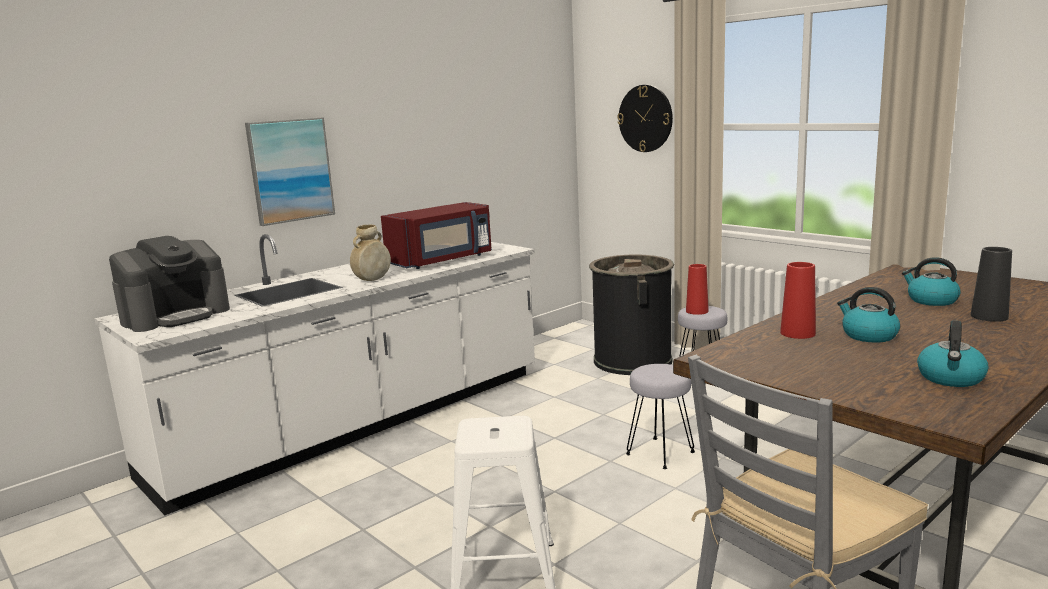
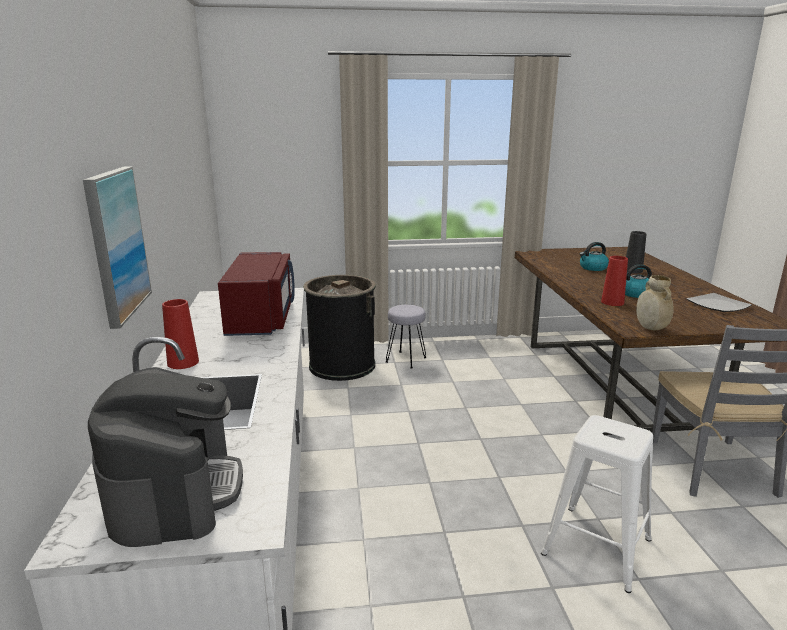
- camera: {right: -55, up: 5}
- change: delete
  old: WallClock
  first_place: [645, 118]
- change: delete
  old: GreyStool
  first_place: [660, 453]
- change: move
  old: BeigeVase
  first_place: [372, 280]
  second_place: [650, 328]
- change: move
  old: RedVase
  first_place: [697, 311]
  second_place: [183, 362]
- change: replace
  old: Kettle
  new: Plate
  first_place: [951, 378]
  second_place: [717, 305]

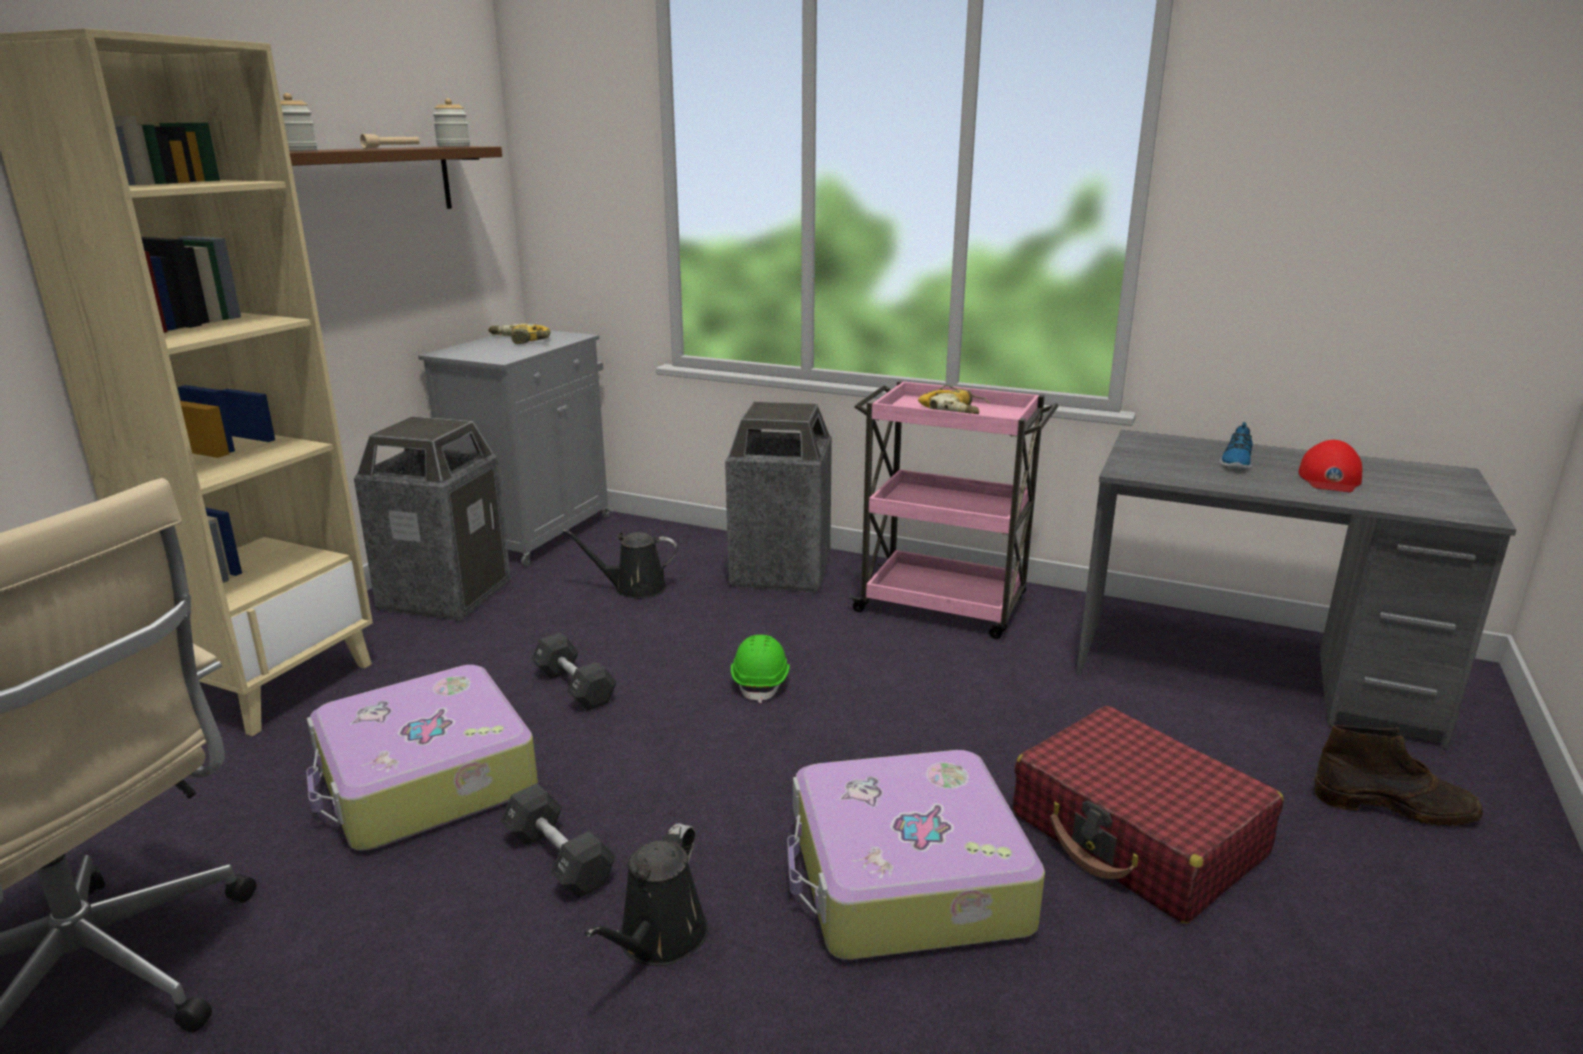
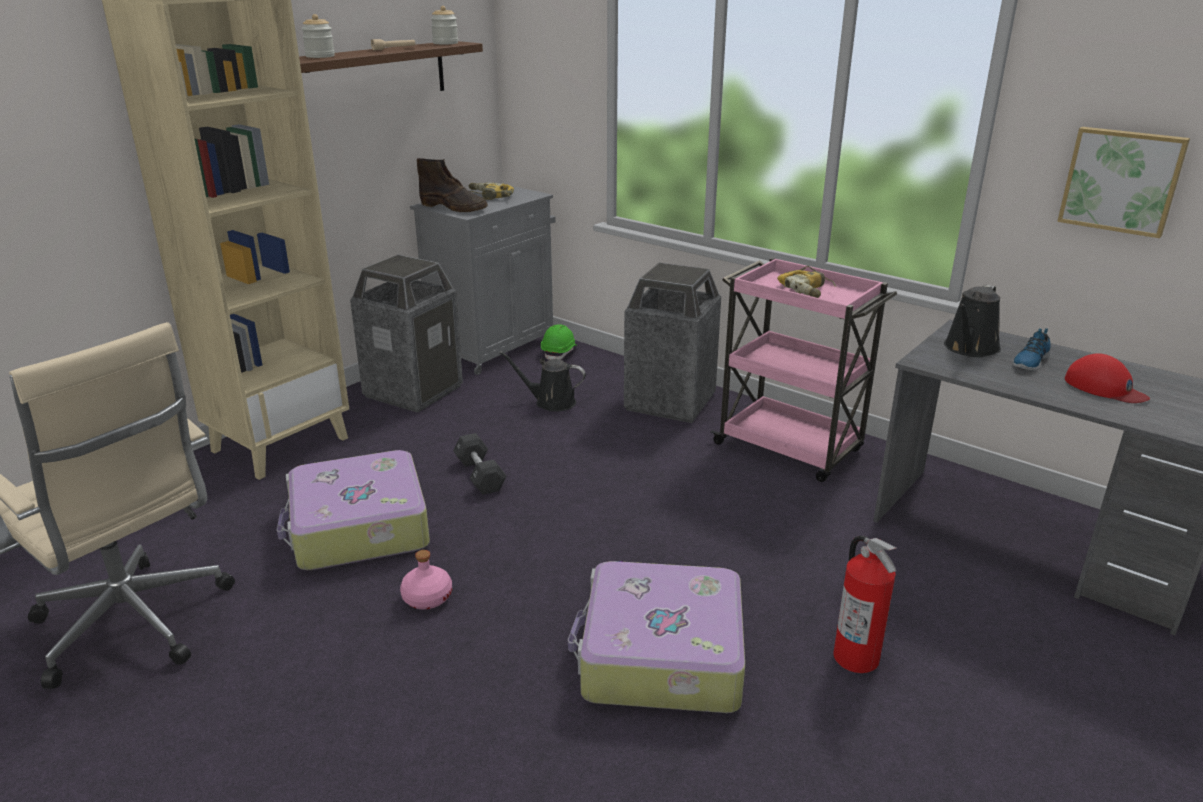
- camera: {right: 15, up: 5}
- change: insert
  new: Picture
  second_place: [1121, 180]
- change: move
  old: BlackWateringCan
  first_place: [658, 940]
  second_place: [970, 348]
- change: move
  old: GreenHardHat
  first_place: [761, 682]
  second_place: [559, 352]
- change: move
  old: BrownBoot
  first_place: [1395, 806]
  second_place: [454, 207]
- change: replace
  old: BlackDumbbell
  new: PinkBottle
  first_place: [559, 858]
  second_place: [426, 597]
- change: replace
  old: RedSuitcase
  new: FireExtinguisher
  first_place: [1137, 835]
  second_place: [856, 657]
- change: rotate
  old: RedCap
  first_place: [1329, 479]
  second_place: [1104, 388]
  degrees: -75

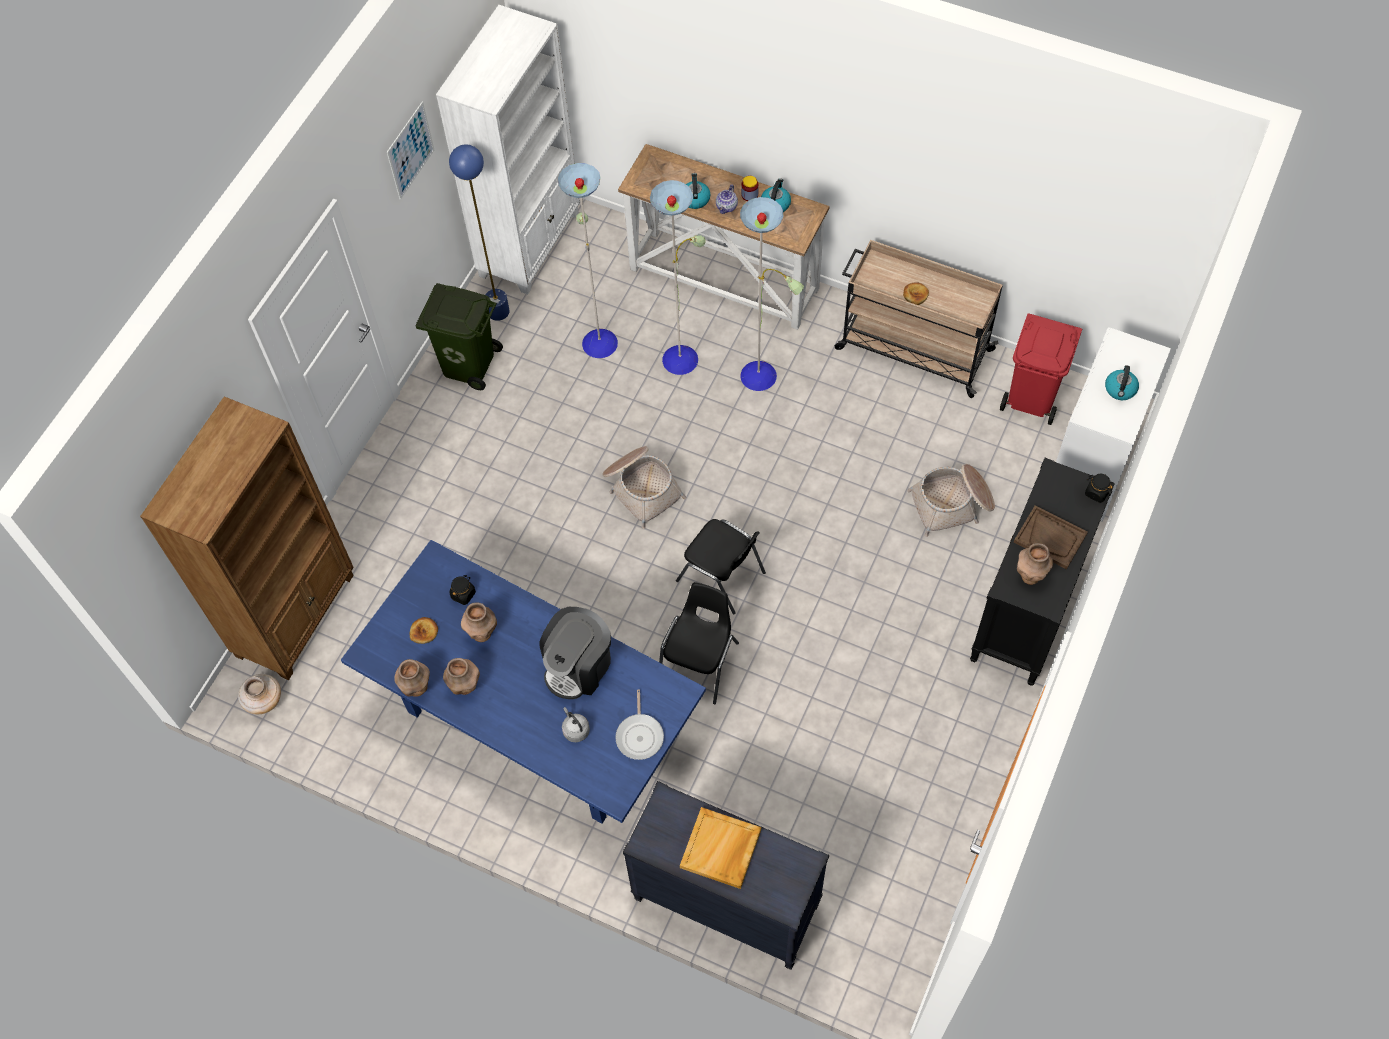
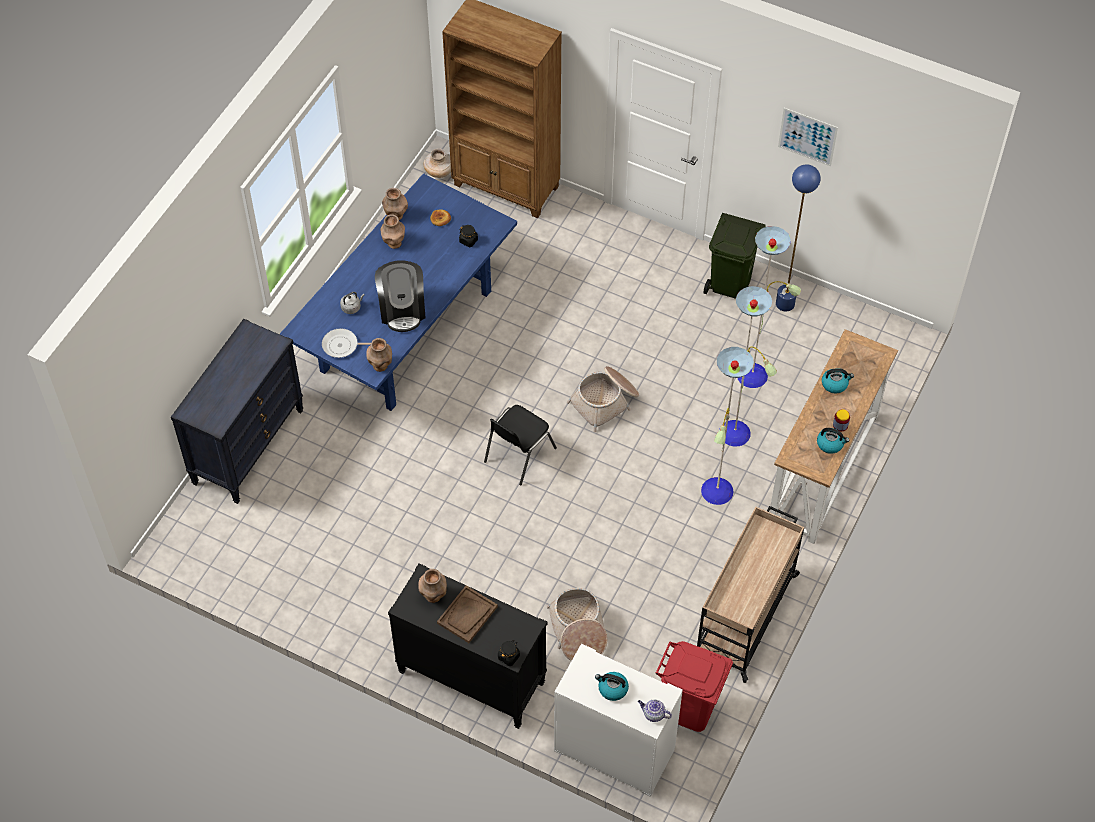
- camera: {right: 90, up: -5}
- change: delete
  old: WhiteBookcase
  first_place: [530, 244]
- change: delete
  old: BlackChair
  first_place: [700, 662]
- change: delete
  old: BeigeTray
  first_place: [721, 849]
- change: delete
  old: Bread
  first_place: [915, 294]
- change: move
  old: BrownVase
  first_place: [482, 633]
  second_place: [380, 366]
- change: move
  old: Teapot
  first_place: [726, 207]
  second_place: [653, 714]
- change: rotate
  old: CoffeeMachine
  first_place: [578, 666]
  second_place: [402, 309]
  degrees: -135

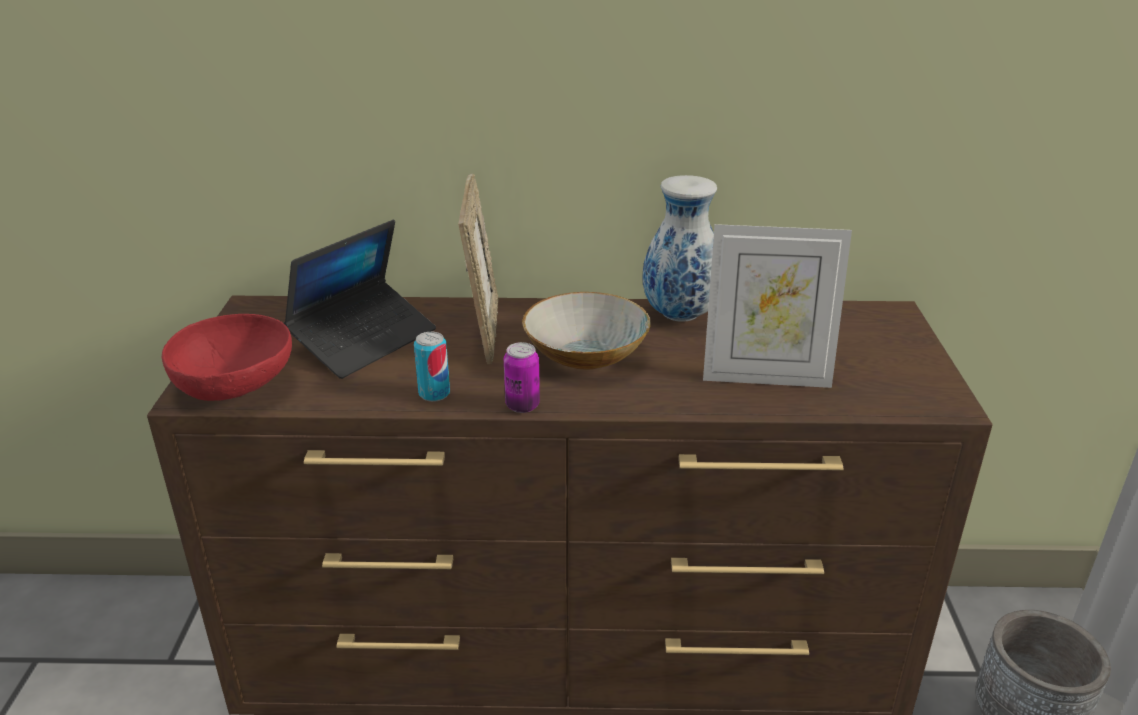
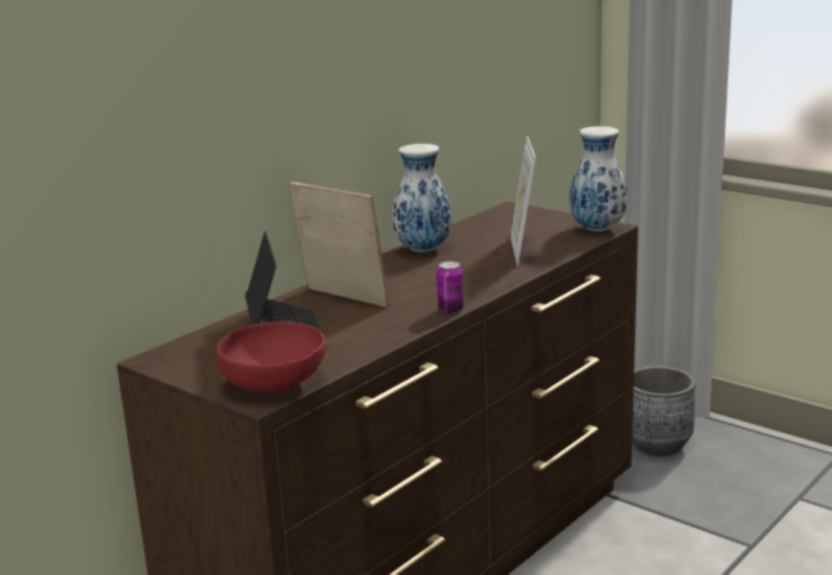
- camera: {right: -50, up: -10}
- change: delete
  old: Can
  first_place: [434, 394]
- change: delete
  old: Bowl
  first_place: [585, 356]
- change: insert
  new: Vase
  second_place: [599, 229]
- change: rotate
  old: PictureFrame
  first_place: [765, 377]
  second_place: [523, 251]
  degrees: 135

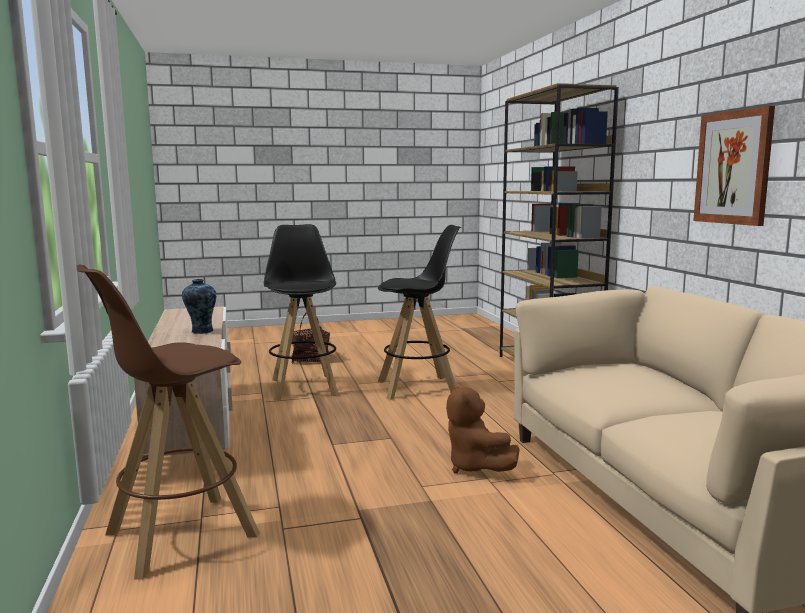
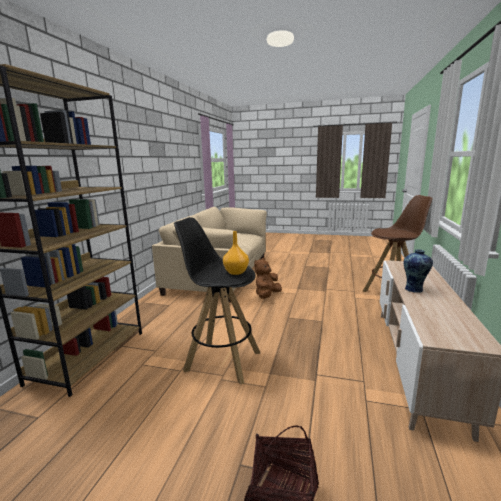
- camera: {right: -150, up: 5}
- change: delete
  old: BlackStool
  first_place: [304, 387]
- change: delete
  old: Picture
  first_place: [733, 168]
- change: insert
  new: OrangeVase
  second_place: [236, 272]
- change: rotate
  old: BrownPlushToy
  first_place: [475, 467]
  second_place: [267, 295]
  degrees: -150

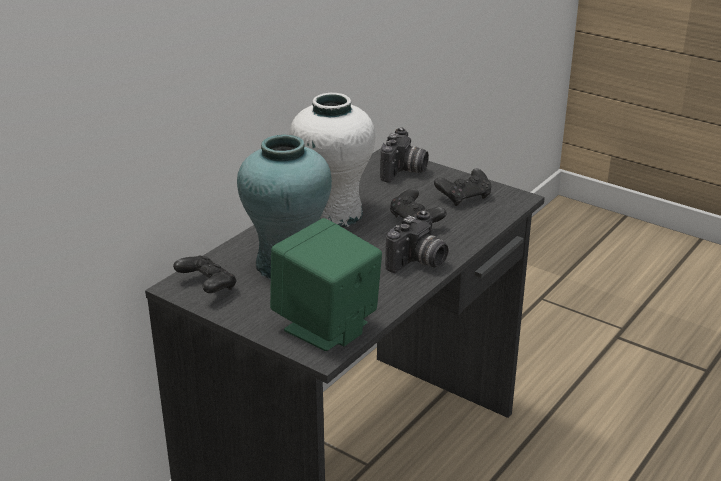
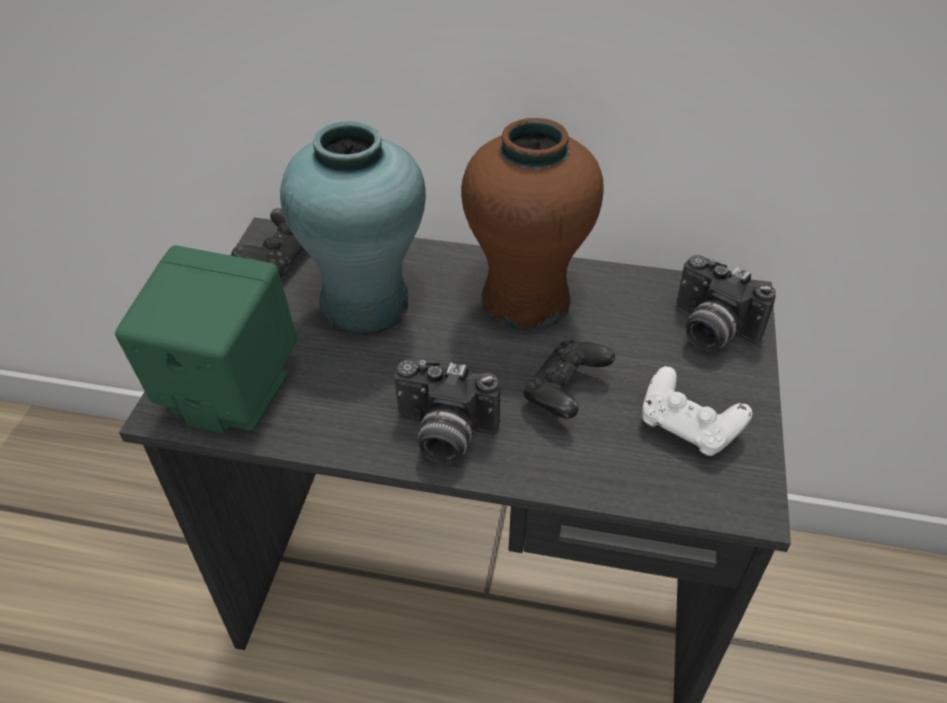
- camera: {right: 65, up: 15}
- change: recolor
  old: WhiteVase
  new: BrownVase
  first_place: [334, 214]
  second_place: [524, 300]
- change: recolor
  old: BlackGameController
  new: WhiteGameController
  first_place: [464, 197]
  second_place: [688, 427]
- change: rotate
  old: PhotoCamera
  first_place: [404, 172]
  second_place: [709, 330]
  degrees: 45

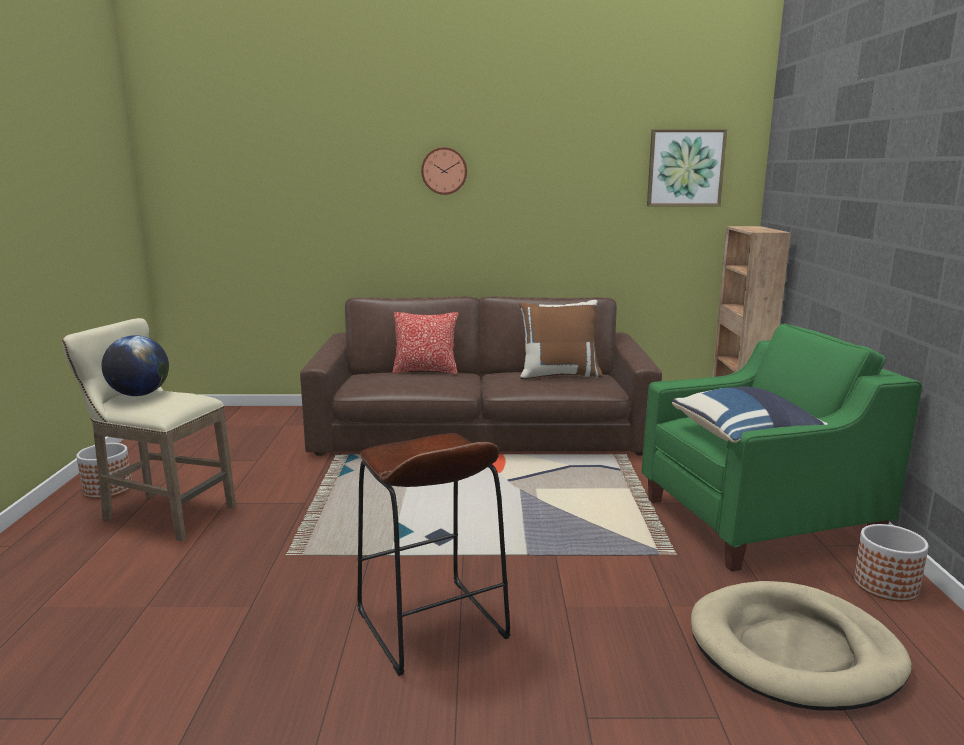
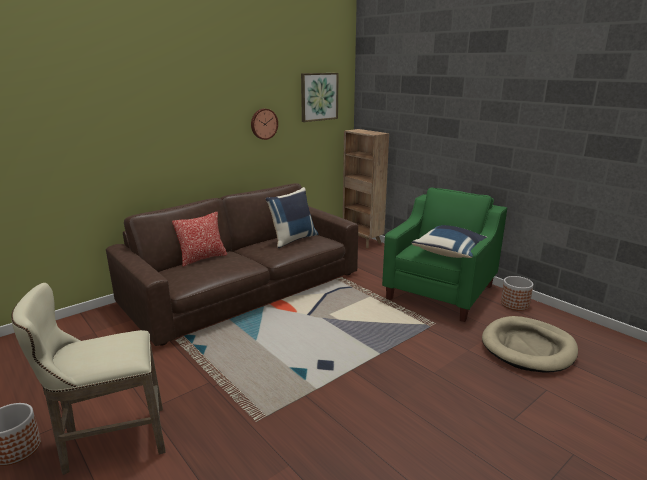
- camera: {right: -40, up: 5}
- change: delete
  old: Globe
  first_place: [139, 394]
- change: delete
  old: BrownStool
  first_place: [431, 624]
- change: move
  old: WallClock
  first_place: [444, 171]
  second_place: [263, 124]
- change: recolor
  old: BrownPillow
  new: BluePillow
  first_place: [559, 375]
  second_place: [293, 239]

